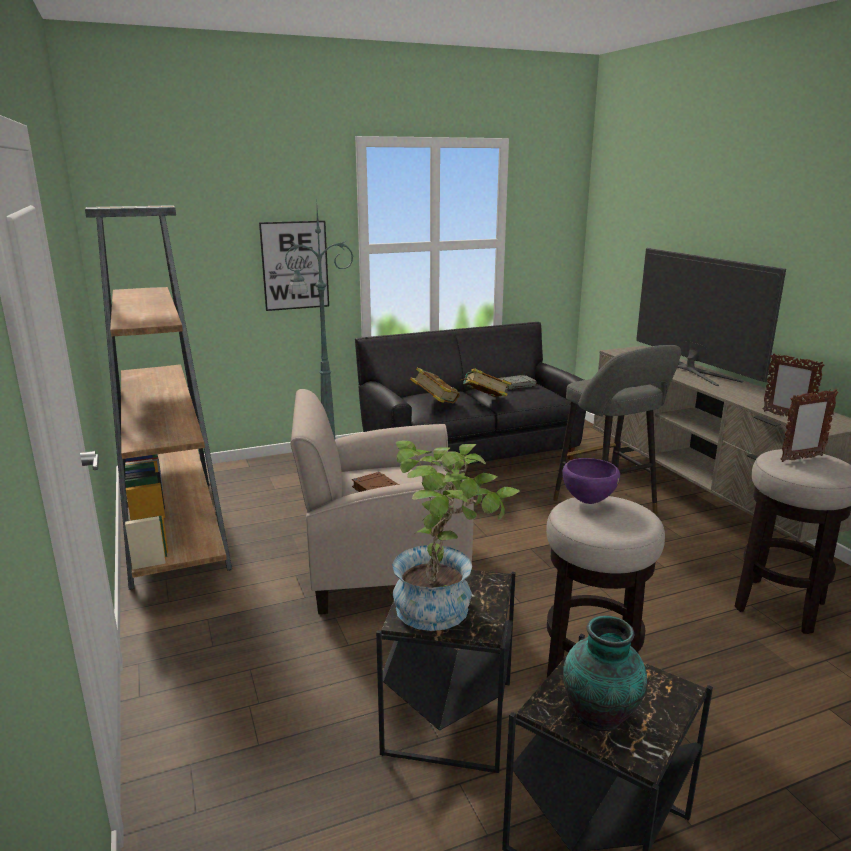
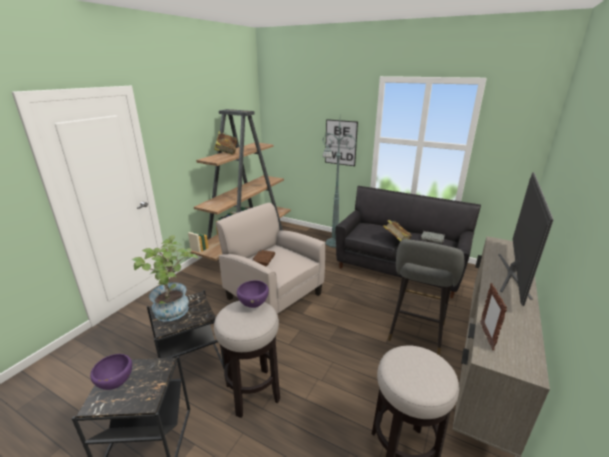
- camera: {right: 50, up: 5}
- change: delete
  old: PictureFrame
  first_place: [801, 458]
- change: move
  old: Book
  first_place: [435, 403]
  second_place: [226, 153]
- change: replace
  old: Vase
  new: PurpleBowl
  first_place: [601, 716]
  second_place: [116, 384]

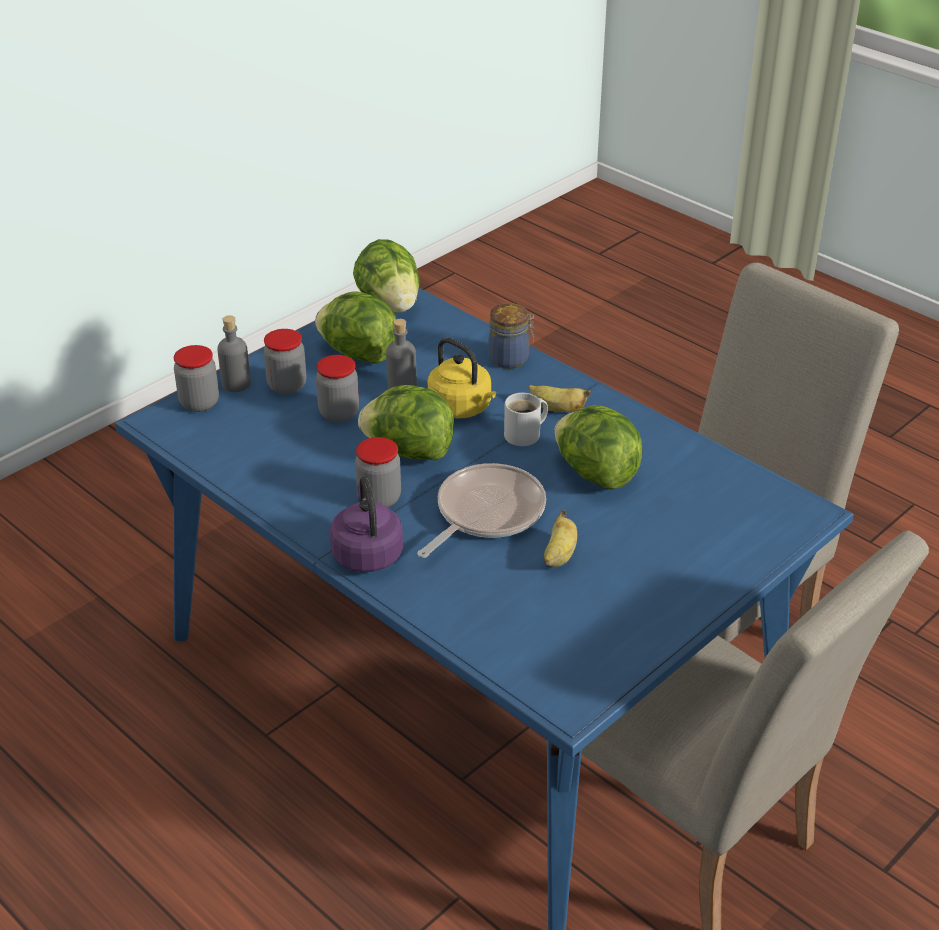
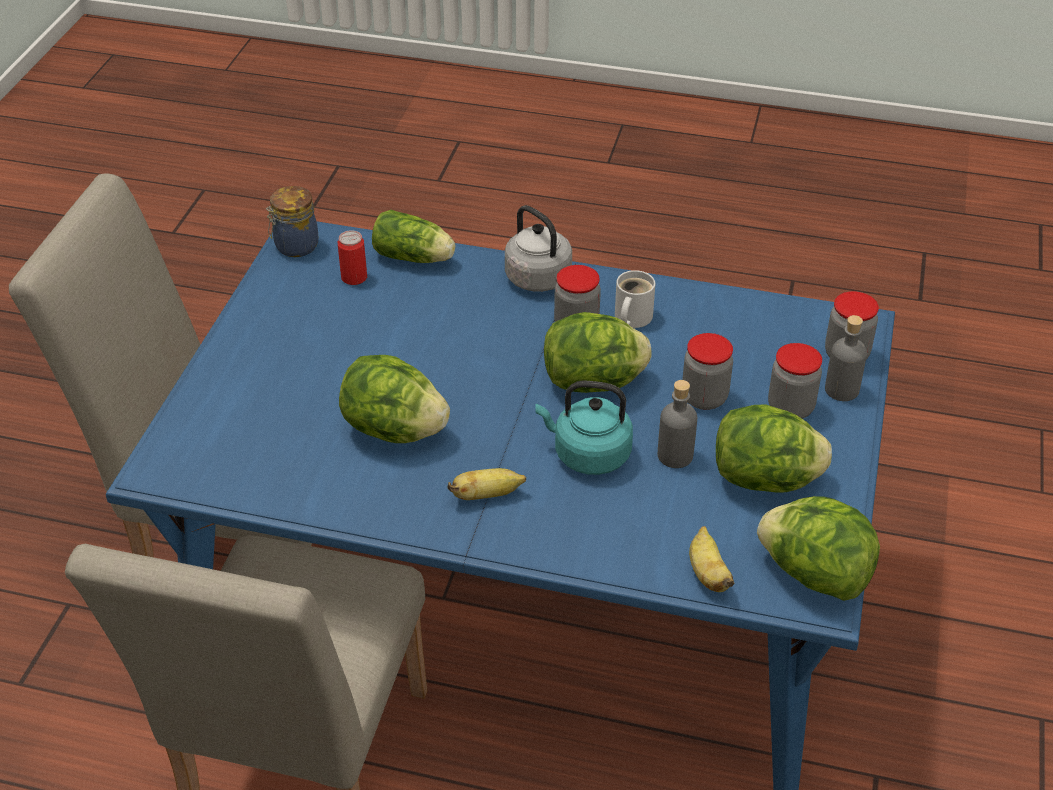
- camera: {right: 150, up: 5}
- change: delete
  old: FryingPan
  first_place: [485, 513]
- change: insert
  new: Can
  second_place: [354, 277]
- change: insert
  new: Lettuce
  second_place: [415, 258]
- change: move
  old: Jar
  first_place: [510, 359]
  second_place: [295, 246]
- change: move
  old: WhiteMug
  first_place: [525, 434]
  second_place: [630, 318]
- change: move
  old: Banana
  first_place: [559, 555]
  second_place: [707, 573]
- change: recolor
  old: PurpleKettle
  new: GreyKettle
  first_place: [367, 553]
  second_place: [541, 280]
- change: recolor
  old: YellowKettle
  new: TurquoiseKettle
  first_place: [462, 408]
  second_place: [587, 454]

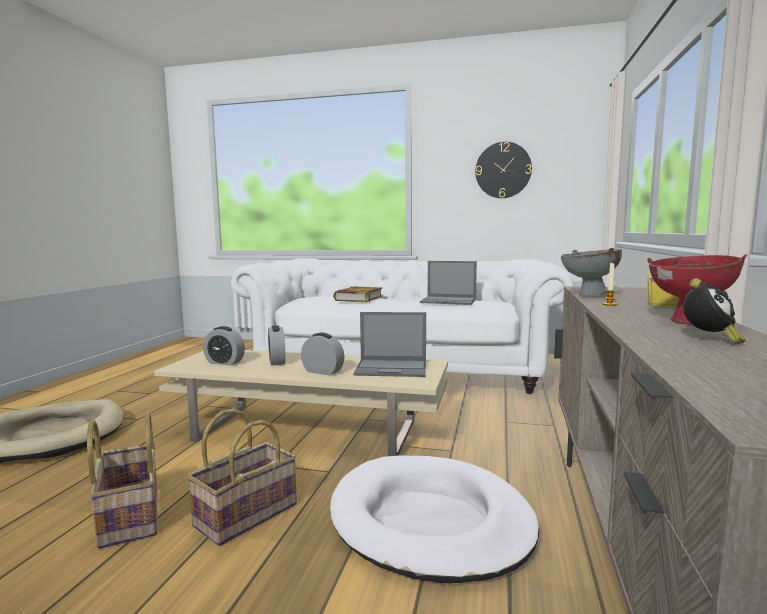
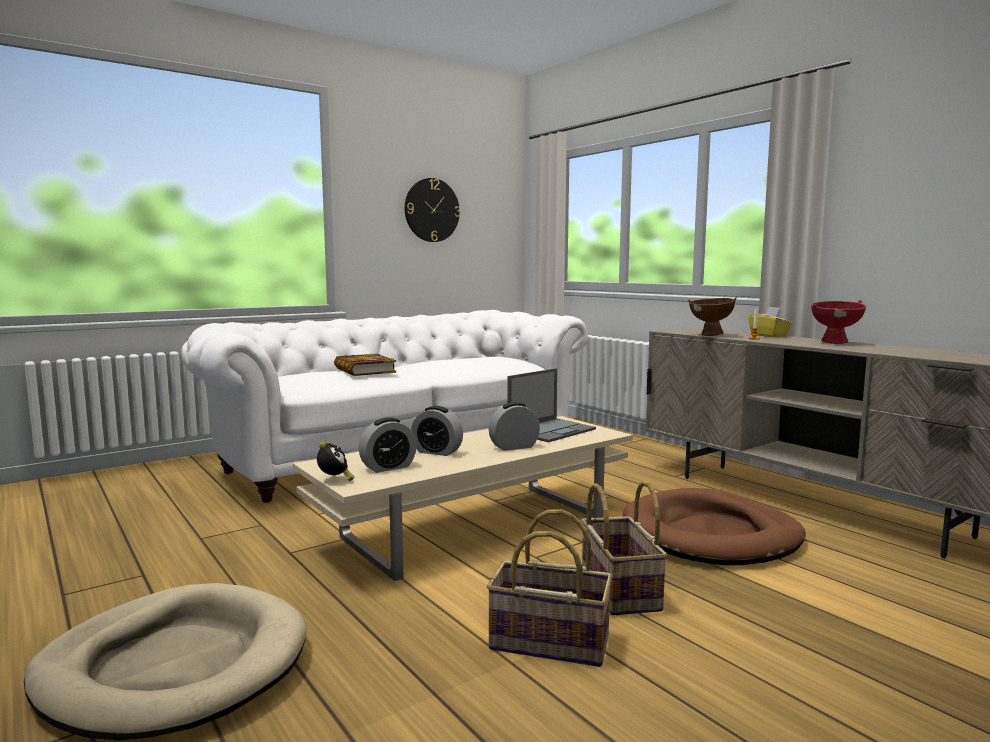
- camera: {right: -50, up: 0}
- change: delete
  old: Laptop
  first_place: [449, 301]
- change: move
  old: AlarmClock
  first_place: [709, 340]
  second_place: [335, 480]
- change: recolor
  old: WhiteDogBed
  new: BrownDogBed
  first_place: [430, 521]
  second_place: [711, 535]
- change: recolor
  old: GreyBowl
  new: BrownBowl
  first_place: [589, 296]
  second_place: [711, 335]

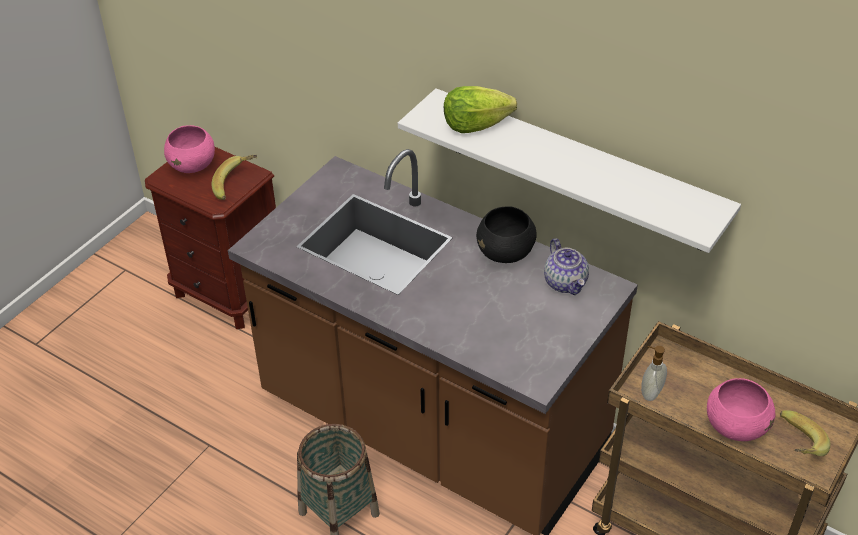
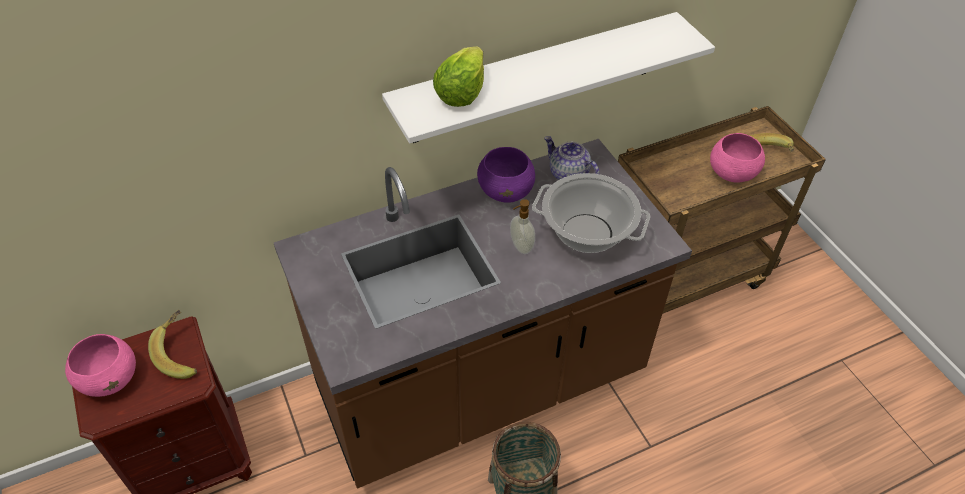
- camera: {right: -60, up: 5}
- change: insert
  new: CookingPot
  second_place: [587, 233]
- change: move
  old: SoapDispenser
  first_place: [650, 392]
  second_place: [520, 247]
- change: recolor
  old: BlackBowl
  new: PurpleBowl
  first_place: [506, 253]
  second_place: [506, 191]
- change: rotate
  old: Teapot
  first_place: [566, 283]
  second_place: [568, 174]
  degrees: -150

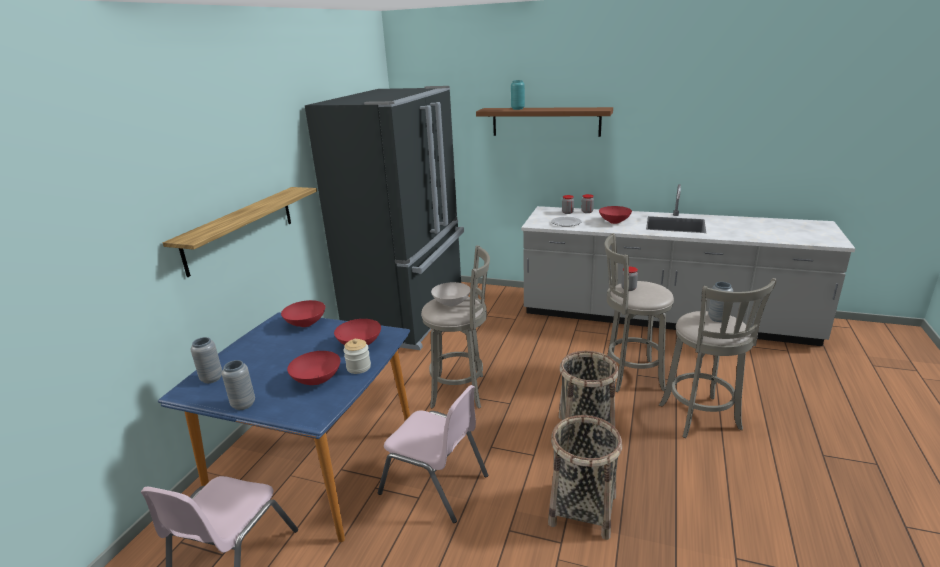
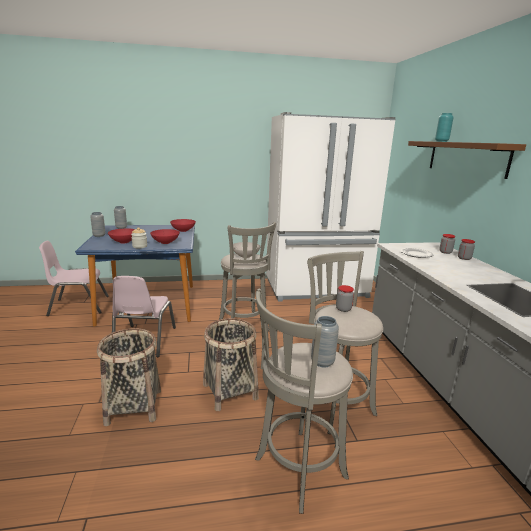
- camera: {right: 60, up: -5}
- change: delete
  old: Shelf
  first_place: [240, 229]
- change: delete
  old: RedBowl
  first_place: [615, 222]
- change: recolor
  old: BlackFridge
  new: WhiteFridge
  first_place: [410, 316]
  second_place: [317, 288]

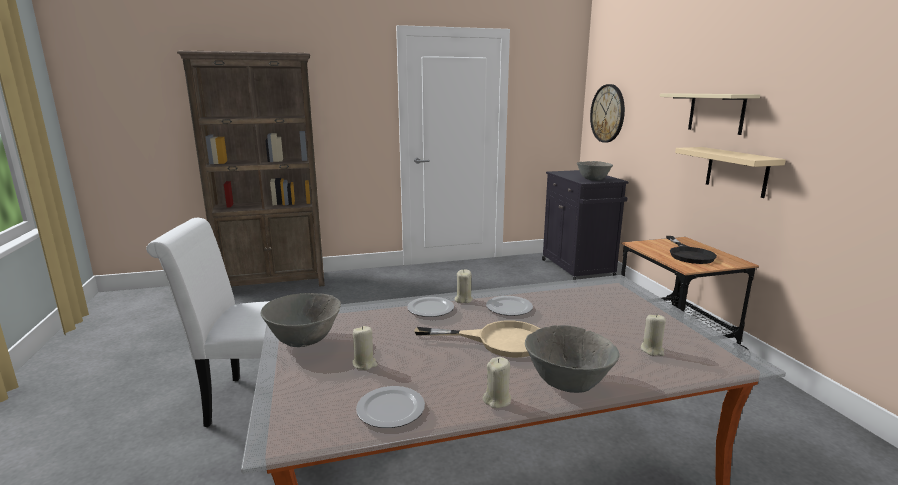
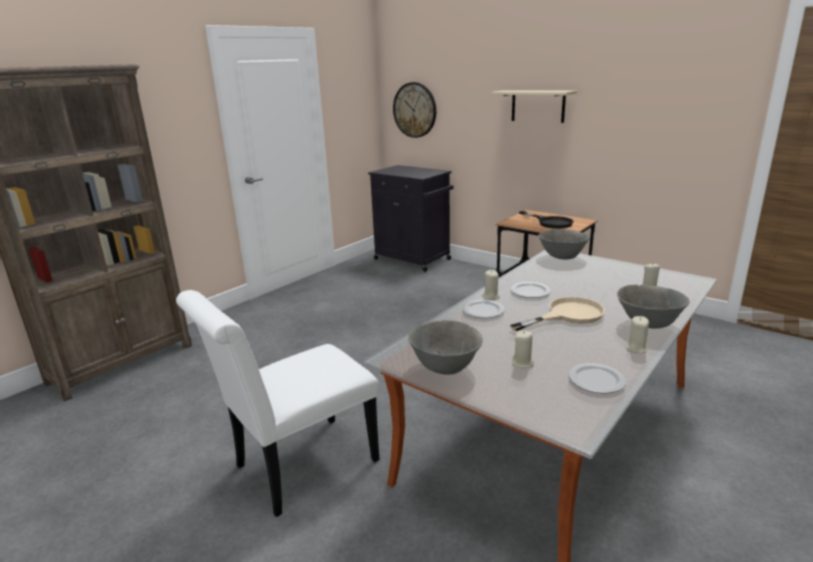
- camera: {right: -35, up: 5}
- change: delete
  old: BeigeShelf
  first_place: [736, 171]
- change: move
  old: GreyBowl
  first_place: [593, 180]
  second_place: [562, 257]

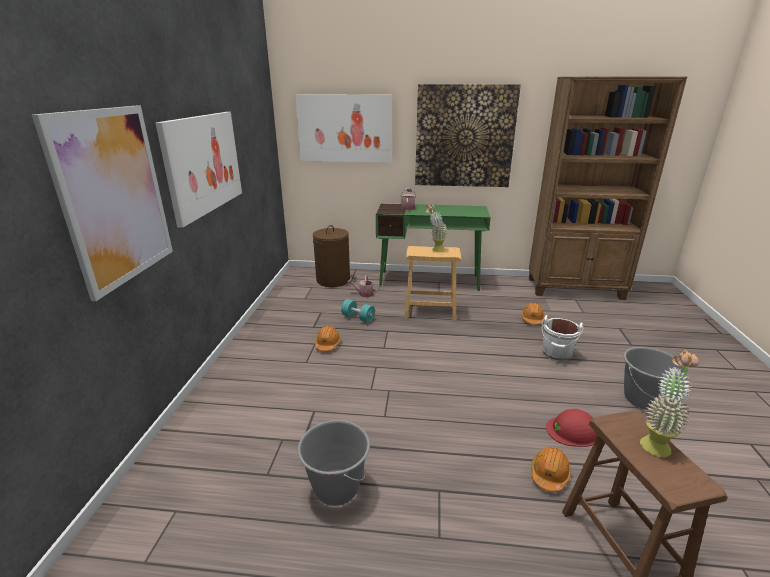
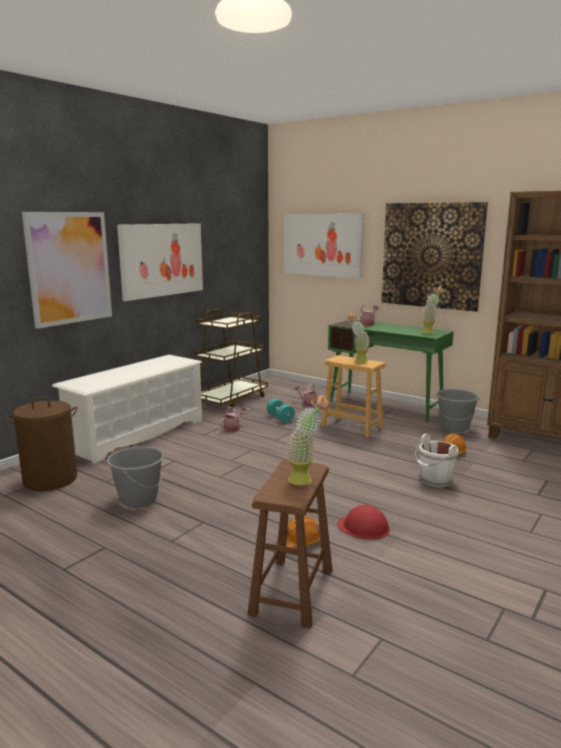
- camera: {right: 30, up: -10}
- change: insert
  new: WhiteShoeRack
  second_place: [137, 434]
- change: insert
  new: BrownCart
  second_place: [231, 399]
- change: insert
  new: PottedPlant
  second_place: [430, 332]
- change: move
  old: BrownLaundryBasket
  first_place: [333, 280]
  second_place: [51, 479]
- change: move
  old: GreyBucket
  first_place: [642, 399]
  second_place: [455, 427]
- change: replace
  old: OrangeHardHat
  new: WateringCan
  first_place: [327, 344]
  second_place: [233, 428]

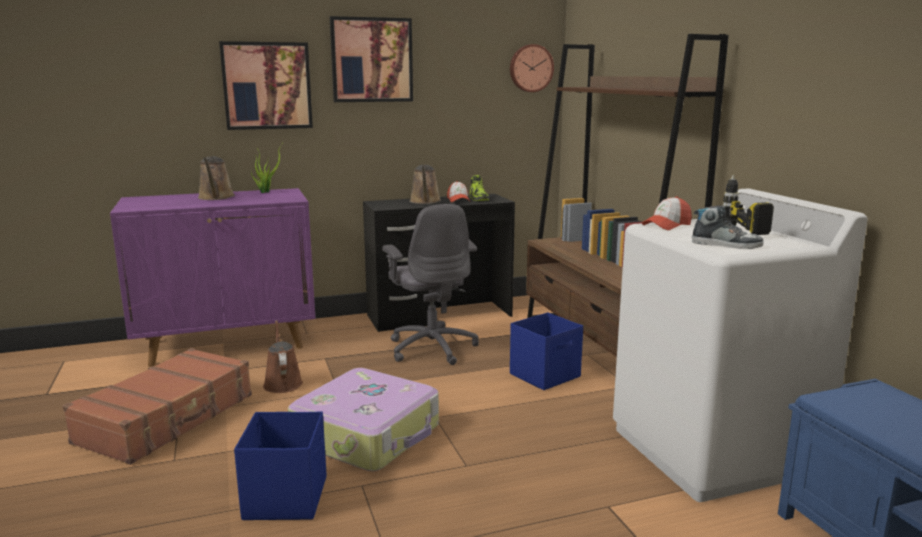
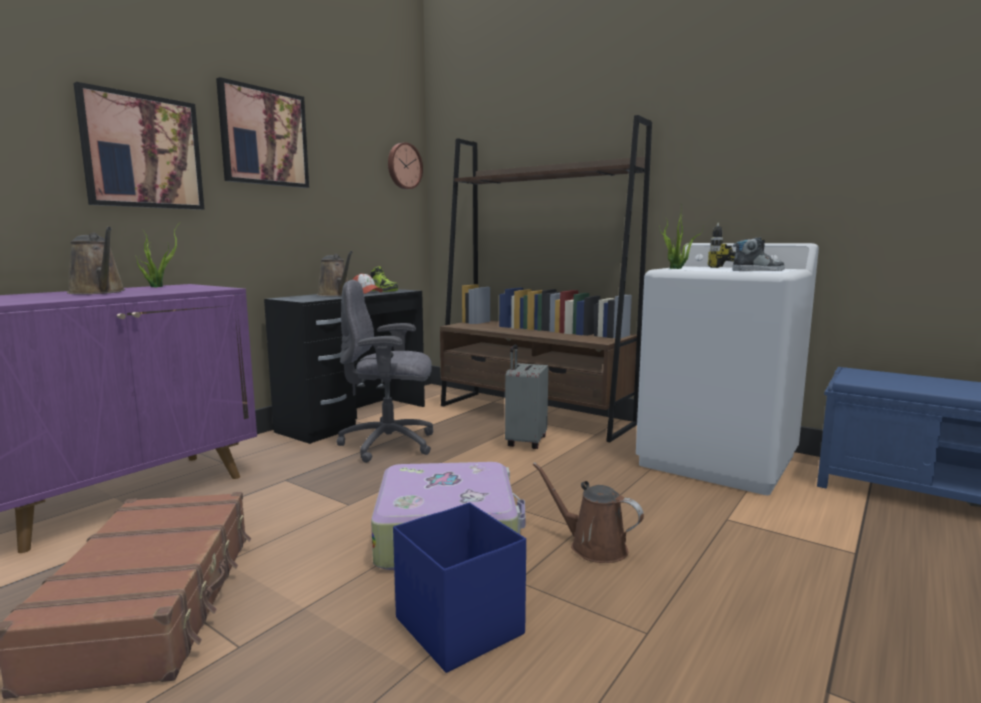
- camera: {right: -35, up: -5}
- change: move
  old: BrownWateringCan
  first_place: [282, 383]
  second_place: [593, 546]
- change: replace
  old: BlueStorageBox
  new: GreySuitcase
  first_place: [546, 375]
  second_place: [525, 442]
- change: replace
  old: Cap
  new: PottedPlant
  first_place: [667, 225]
  second_place: [676, 268]
- change: rotate
  old: GreyOfficeChair
  first_place: [432, 348]
  second_place: [390, 444]
  degrees: 150

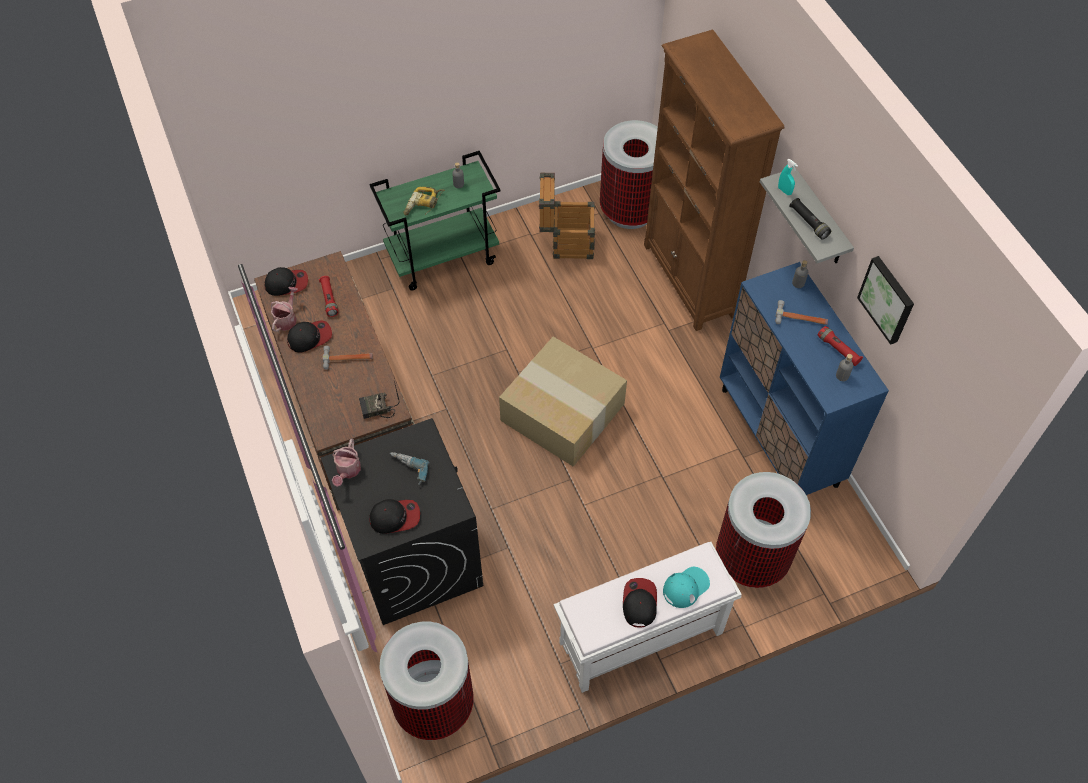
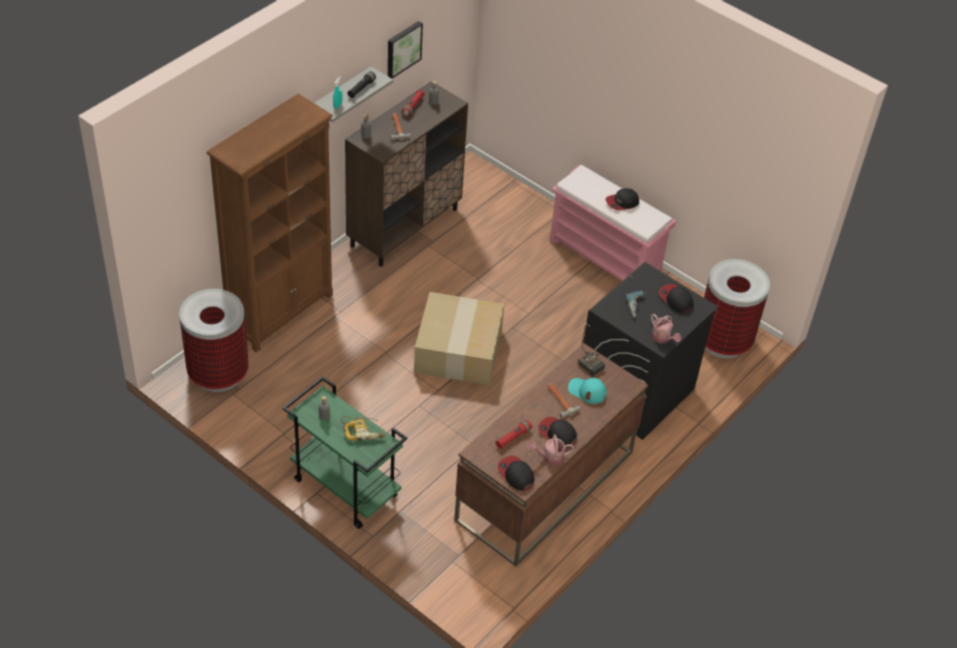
- camera: {right: -120, up: -10}
- change: delete
  old: Crate
  first_place: [566, 243]
- change: delete
  old: TrashCan
  first_place: [751, 558]
- change: move
  old: TurquoiseCap
  first_place: [686, 587]
  second_place: [587, 391]
- change: recolor
  old: WhiteBench
  new: PinkBench
  first_place: [639, 639]
  second_place: [605, 256]
- change: recolor
  old: BlueCabinet
  new: BrownCabinet
  first_place: [779, 437]
  second_place: [405, 227]
- change: rotate
  old: WateringCan
  first_place: [347, 471]
  second_place: [662, 338]
  degrees: 75

